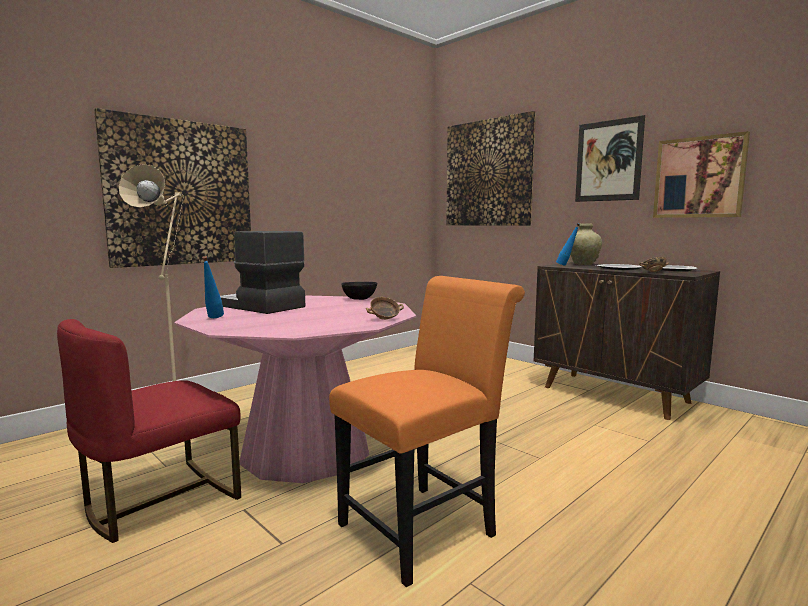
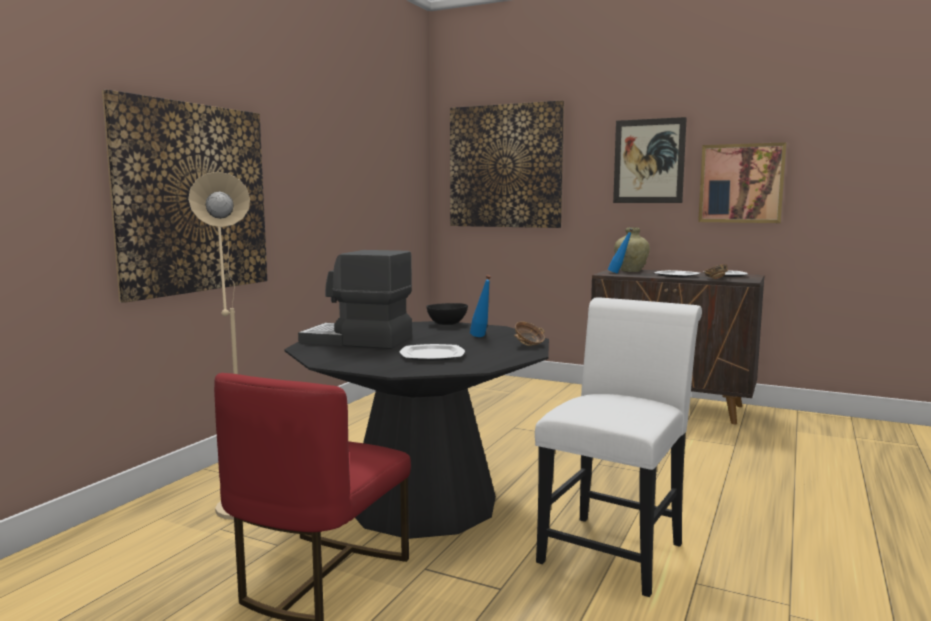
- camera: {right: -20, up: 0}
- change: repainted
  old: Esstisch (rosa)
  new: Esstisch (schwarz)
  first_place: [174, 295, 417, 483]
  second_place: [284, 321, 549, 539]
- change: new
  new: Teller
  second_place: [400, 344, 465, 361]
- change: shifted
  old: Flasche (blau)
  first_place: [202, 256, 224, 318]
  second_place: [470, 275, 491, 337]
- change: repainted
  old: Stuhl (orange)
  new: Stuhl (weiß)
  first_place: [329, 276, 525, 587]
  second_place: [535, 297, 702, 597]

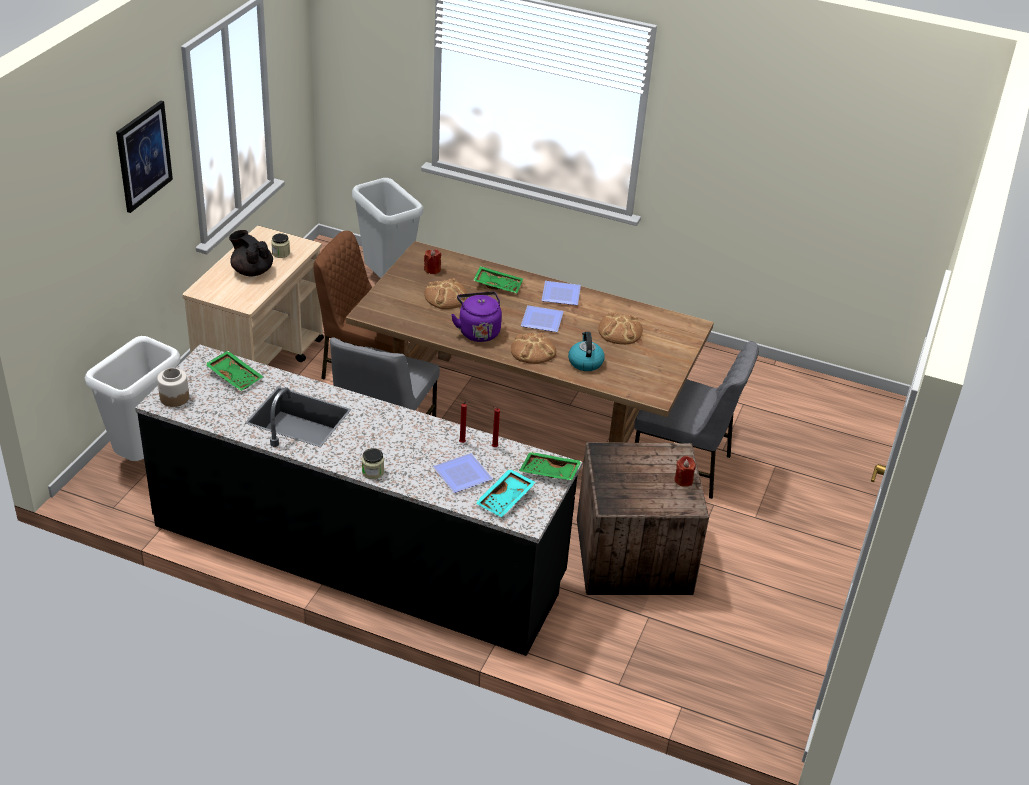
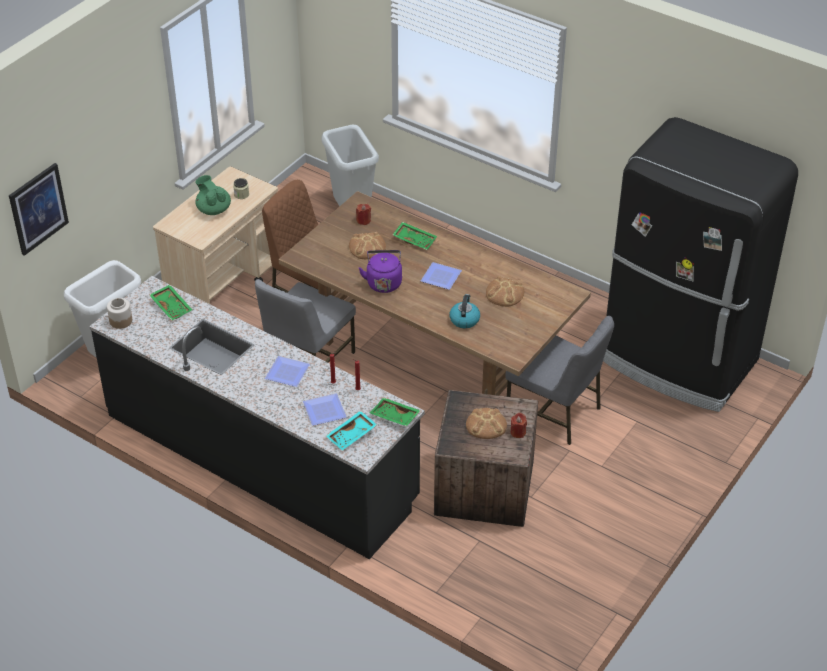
- camera: {right: 15, up: 5}
- change: shifted
  old: Bild
  first_place: [116, 101, 173, 213]
  second_place: [9, 163, 69, 256]
- change: repainted
  old: Teekanne (schwarz)
  new: Teekanne (grün)
  first_place: [229, 230, 273, 276]
  second_place: [195, 175, 231, 215]
- change: shifted
  old: Teller
  first_place: [541, 281, 581, 305]
  second_place: [265, 356, 310, 387]
- change: shifted
  old: Brot
  first_place: [511, 333, 556, 364]
  second_place: [466, 408, 507, 439]
- change: new
  new: Kühlschrank (schwarz)
  second_place: [603, 117, 798, 412]
- change: gone
  old: Vorratsglas
  first_place: [362, 448, 384, 479]

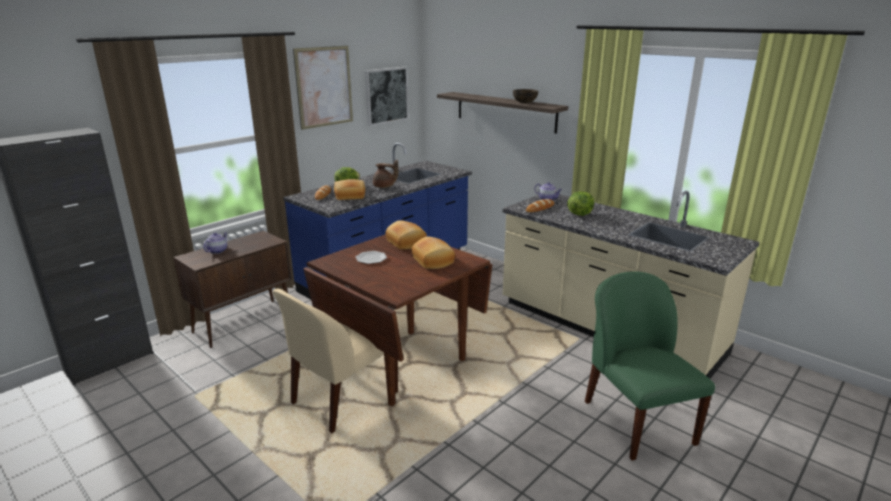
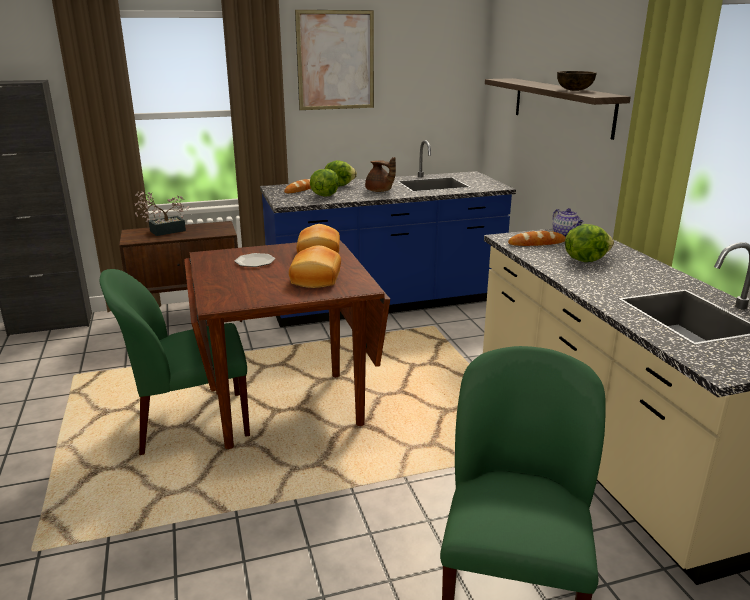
- camera: {right: 30, up: 0}
- change: repainted
  old: Stuhl (beige)
  new: Stuhl (grün)
  first_place: [273, 289, 398, 433]
  second_place: [100, 269, 250, 455]
- change: swapped
  old: Teekanne
  new: Topfpflanze
  first_place: [203, 232, 228, 254]
  second_place: [135, 191, 189, 236]
- change: swapped
  old: Brot
  new: Salatkopf
  first_place: [334, 179, 365, 200]
  second_place: [310, 169, 339, 197]
- change: gone
  old: Bild
  first_place: [365, 67, 409, 126]

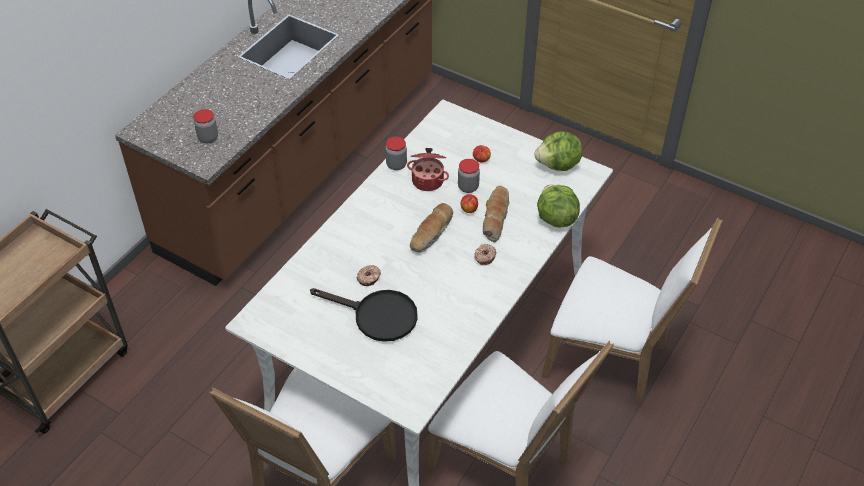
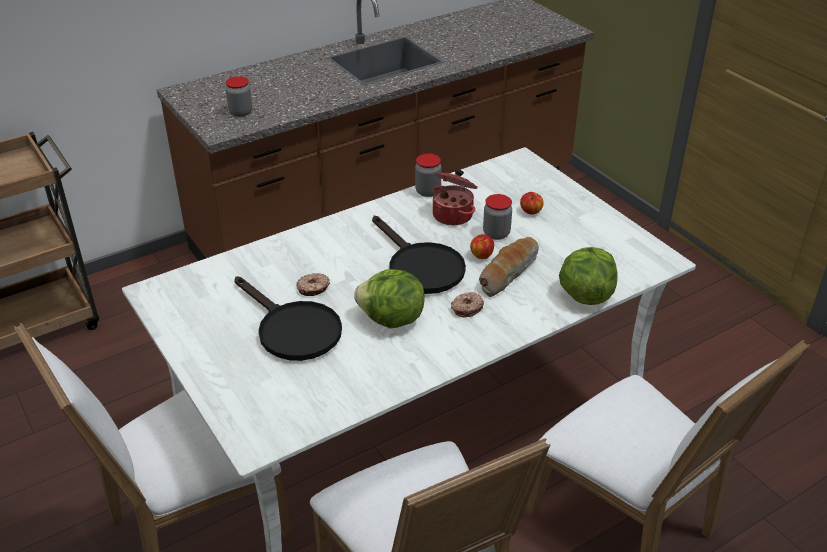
- camera: {right: 25, up: -10}
- change: shifted
  old: Salatkopf
  first_place: [535, 131, 582, 171]
  second_place: [354, 269, 425, 328]
- change: swapped
  old: Brot
  new: Pfanne (schwarz)
  first_place: [410, 203, 453, 253]
  second_place: [372, 216, 466, 294]

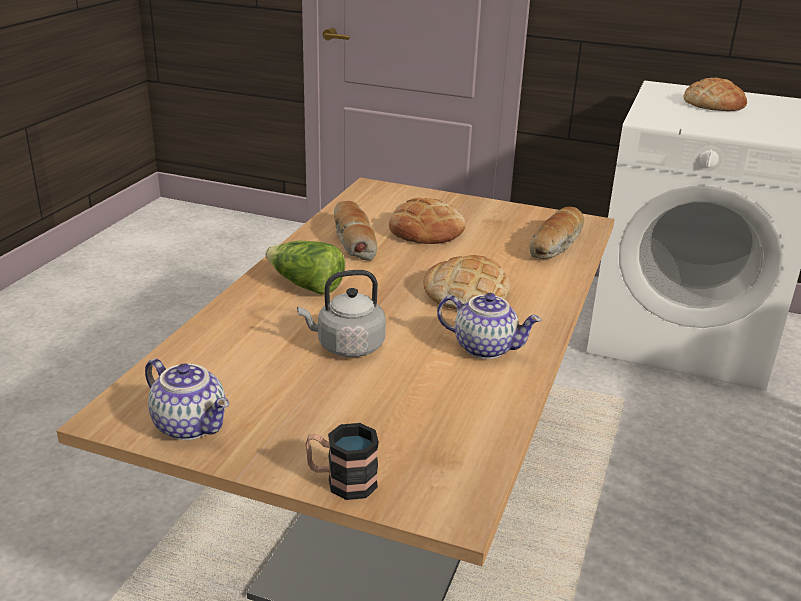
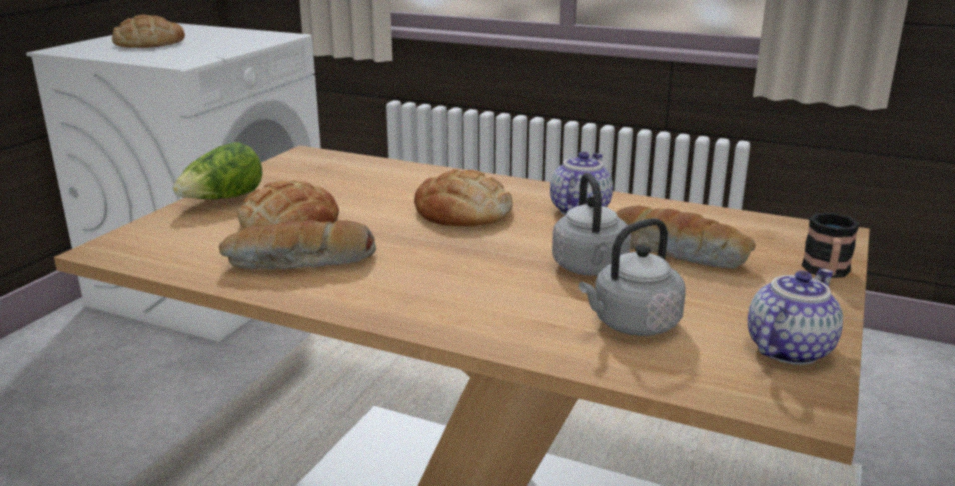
- camera: {right: -85, up: -5}
- change: shifted
  old: Salatkopf
  first_place: [265, 241, 345, 295]
  second_place: [173, 142, 263, 199]
- change: new
  new: Wasserkessel (grau)
  second_place: [579, 218, 685, 336]
- change: shifted
  old: Brot
  first_place: [530, 207, 584, 259]
  second_place: [616, 205, 756, 269]

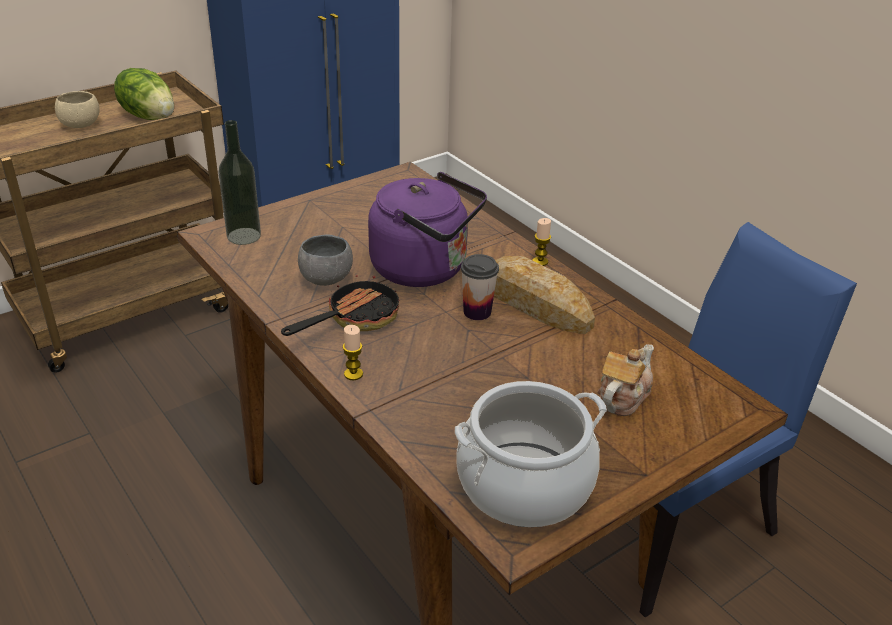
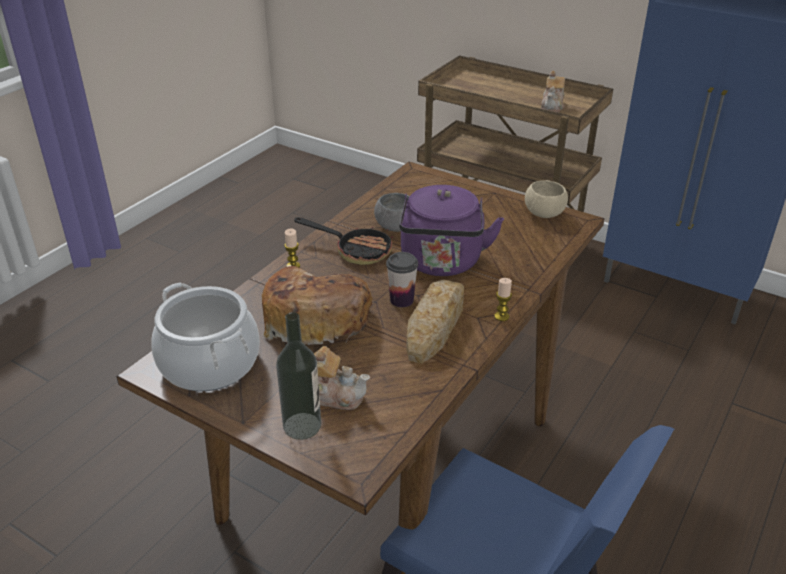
- camera: {right: 70, up: 0}
- change: new
  new: Brot
  second_place: [262, 266, 373, 345]
- change: shifted
  old: Flasche
  first_place: [219, 120, 261, 245]
  second_place: [276, 312, 321, 440]
- change: shifted
  old: Schüssel (beige)
  first_place: [55, 91, 100, 128]
  second_place: [525, 180, 568, 218]
- change: swapped
  old: Salatkopf
  new: Teekanne
  first_place: [114, 68, 174, 120]
  second_place: [541, 71, 565, 113]

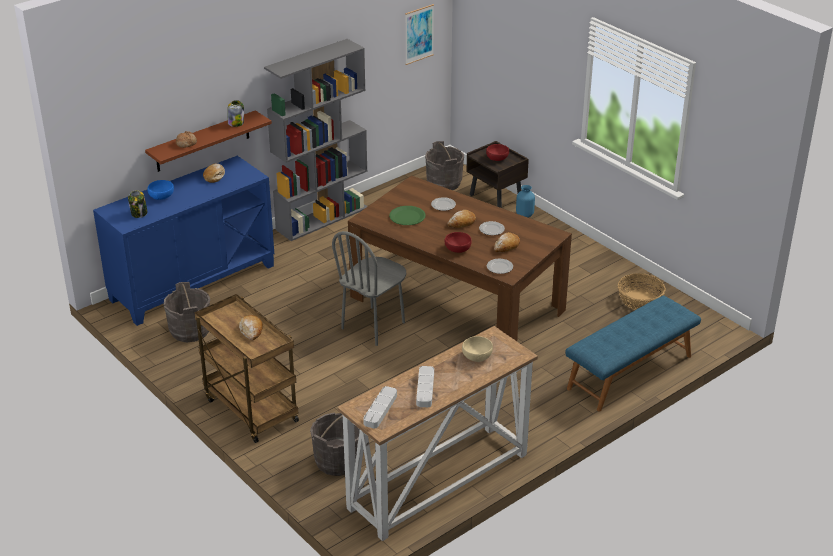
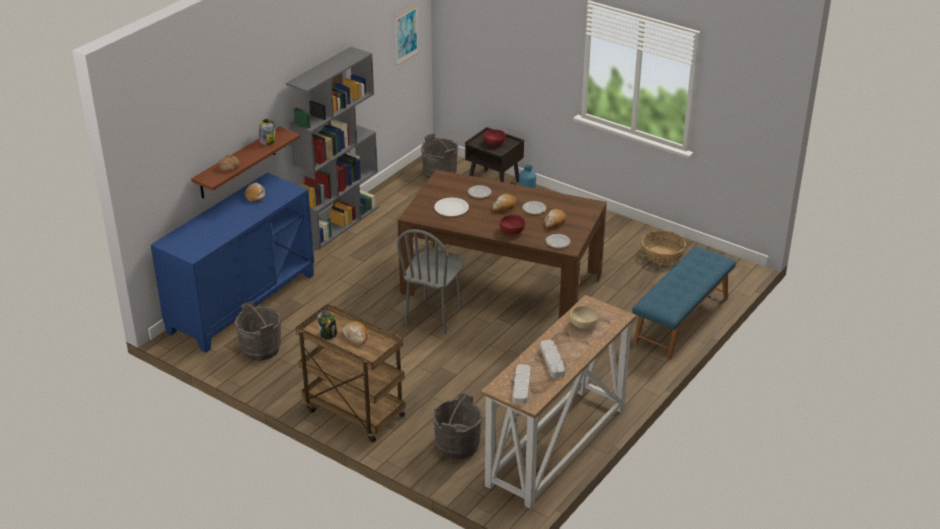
- camera: {right: -15, up: 0}
- change: shifted
  old: Vorratsglas
  first_place: [128, 190, 148, 218]
  second_place: [318, 311, 337, 340]
- change: repainted
  old: Teller (grün)
  new: Teller (weiß)
  first_place: [389, 206, 426, 225]
  second_place: [434, 197, 469, 216]
- change: gone
  old: Schüssel (blau)
  first_place: [148, 180, 174, 200]

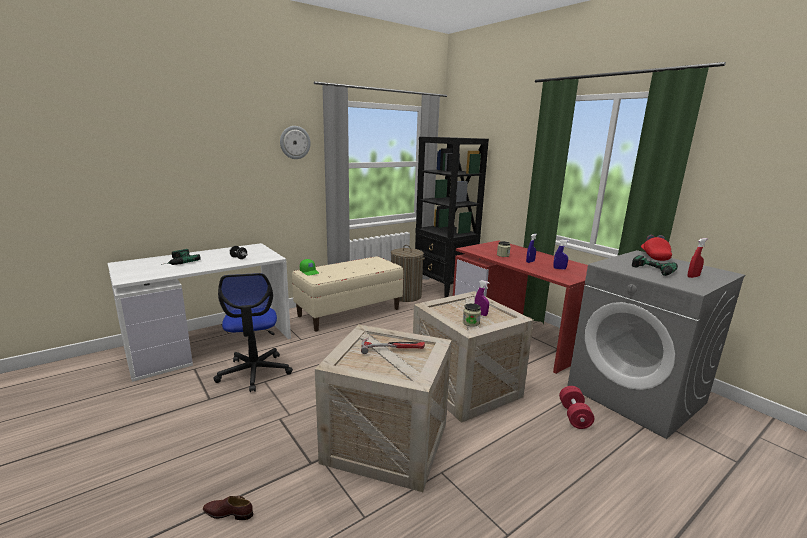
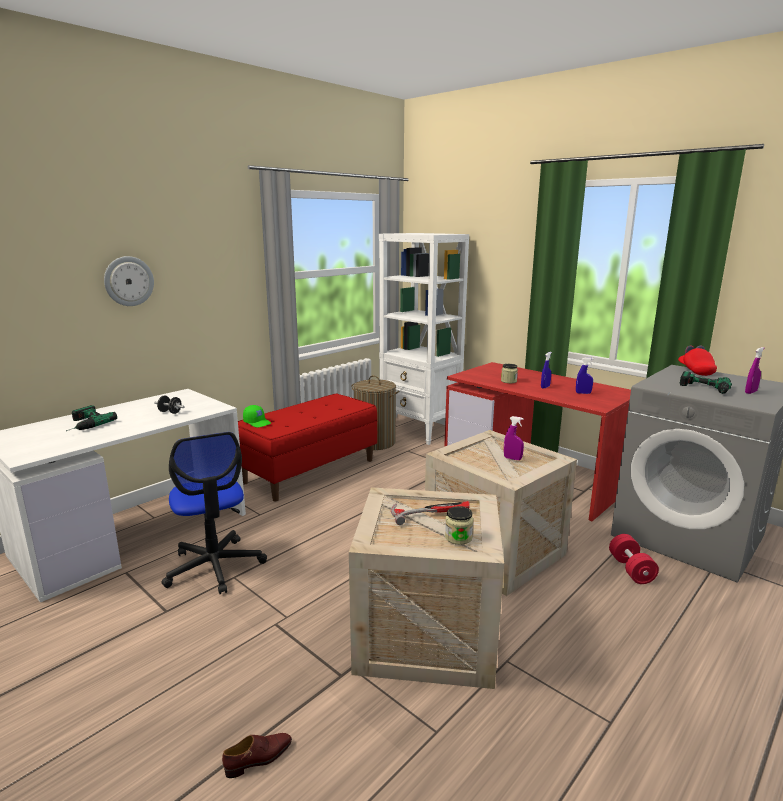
- camera: {right: -10, up: 0}
- change: shifted
  old: Wanduhr
  first_place: [280, 126, 311, 159]
  second_place: [104, 256, 154, 306]
- change: rotated
  old: Schuh (braun)
  first_place: [203, 496, 253, 520]
  second_place: [222, 733, 292, 778]
  degrees: 150
- change: repainted
  old: Bank (beige)
  new: Bank (rot)
  first_place: [292, 256, 403, 331]
  second_place: [238, 393, 377, 502]
- change: repainted
  old: Bücherregal (schwarz)
  new: Bücherregal (weiß)
  first_place: [415, 137, 489, 298]
  second_place: [379, 233, 469, 445]
- change: shifted
  old: Vorratsglas
  first_place: [463, 303, 481, 327]
  second_place: [445, 506, 473, 545]
- change: repainted
  old: Sprühflasche (rot)
  new: Sprühflasche (lila)
  first_place: [687, 238, 707, 278]
  second_place: [745, 347, 764, 394]

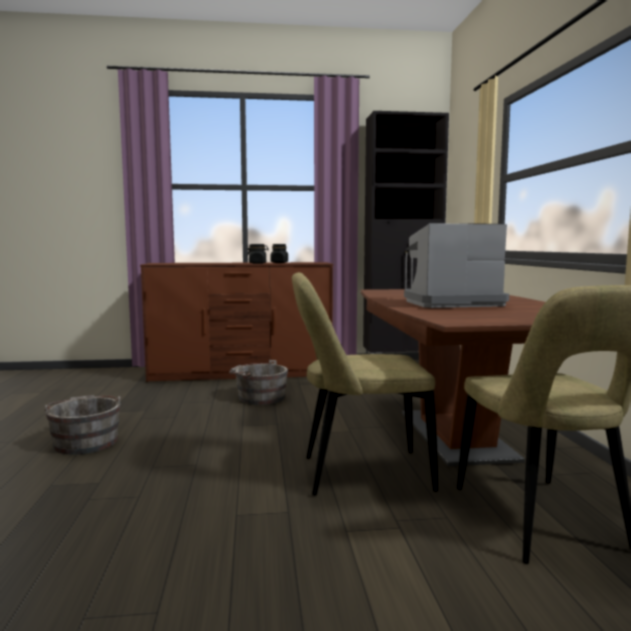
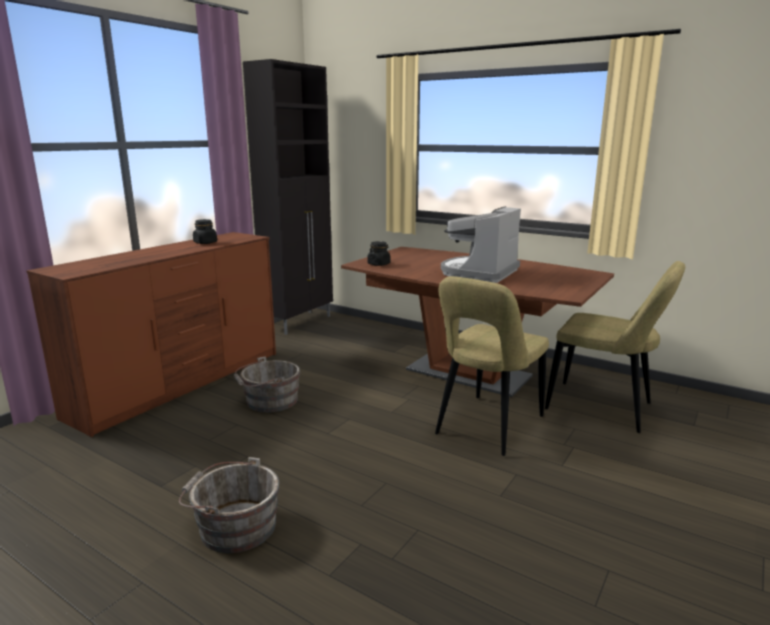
- camera: {right: -50, up: 10}
- change: shifted
  old: Vorratsglas (schwarz)
  first_place: [247, 244, 269, 264]
  second_place: [367, 241, 391, 266]

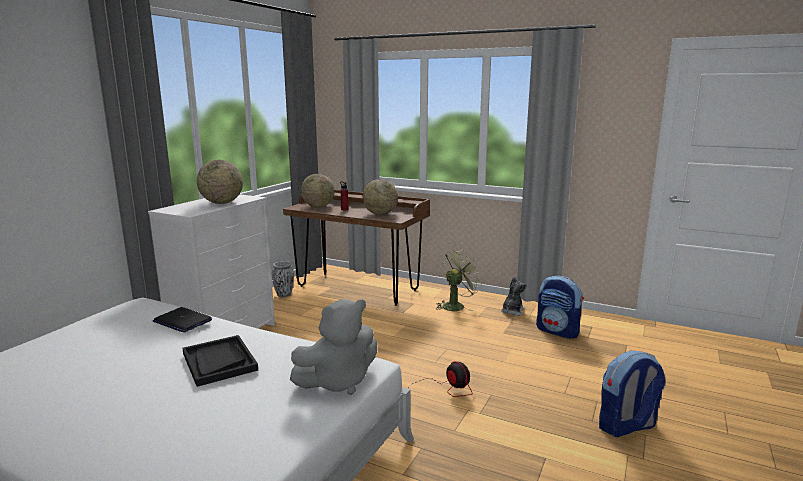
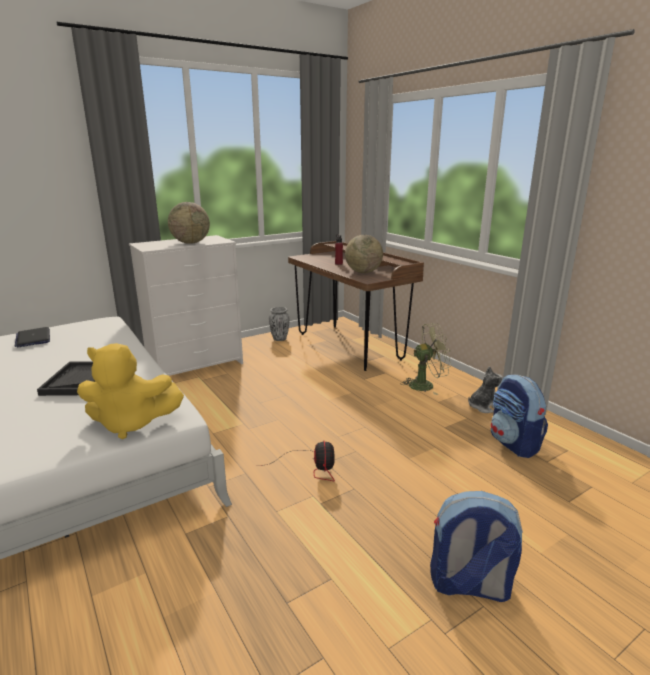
- camera: {right: 30, up: 5}
- change: shifted
  old: Laptop
  first_place: [153, 307, 212, 333]
  second_place: [15, 327, 50, 348]
- change: repainted
  old: Plüschtier (grau)
  new: Plüschtier (gelb)
  first_place: [290, 299, 377, 395]
  second_place: [77, 343, 184, 439]
- change: gone
  old: Globus
  first_place: [301, 174, 335, 207]

